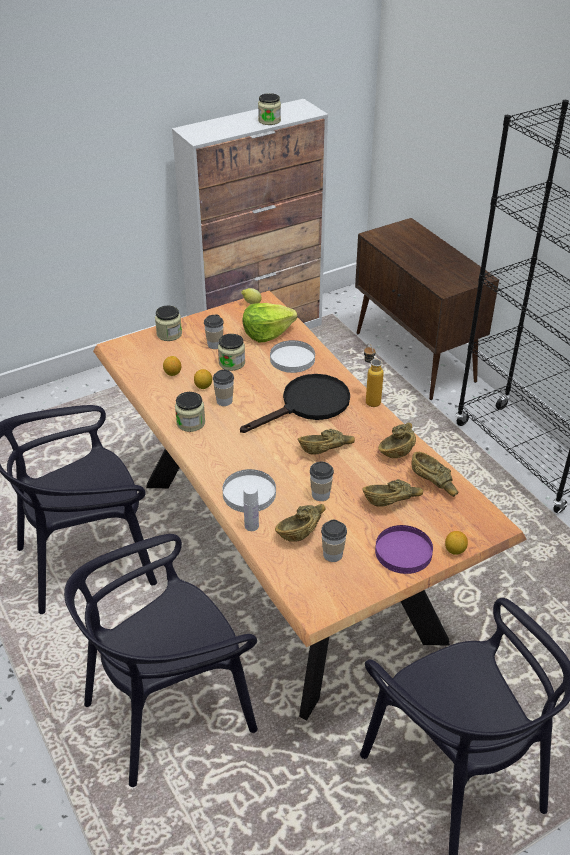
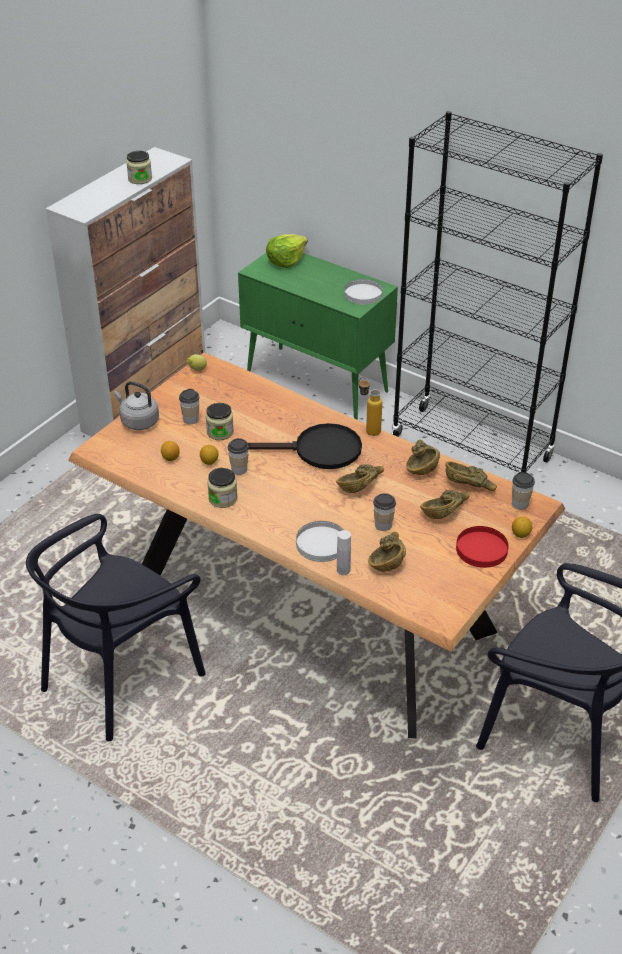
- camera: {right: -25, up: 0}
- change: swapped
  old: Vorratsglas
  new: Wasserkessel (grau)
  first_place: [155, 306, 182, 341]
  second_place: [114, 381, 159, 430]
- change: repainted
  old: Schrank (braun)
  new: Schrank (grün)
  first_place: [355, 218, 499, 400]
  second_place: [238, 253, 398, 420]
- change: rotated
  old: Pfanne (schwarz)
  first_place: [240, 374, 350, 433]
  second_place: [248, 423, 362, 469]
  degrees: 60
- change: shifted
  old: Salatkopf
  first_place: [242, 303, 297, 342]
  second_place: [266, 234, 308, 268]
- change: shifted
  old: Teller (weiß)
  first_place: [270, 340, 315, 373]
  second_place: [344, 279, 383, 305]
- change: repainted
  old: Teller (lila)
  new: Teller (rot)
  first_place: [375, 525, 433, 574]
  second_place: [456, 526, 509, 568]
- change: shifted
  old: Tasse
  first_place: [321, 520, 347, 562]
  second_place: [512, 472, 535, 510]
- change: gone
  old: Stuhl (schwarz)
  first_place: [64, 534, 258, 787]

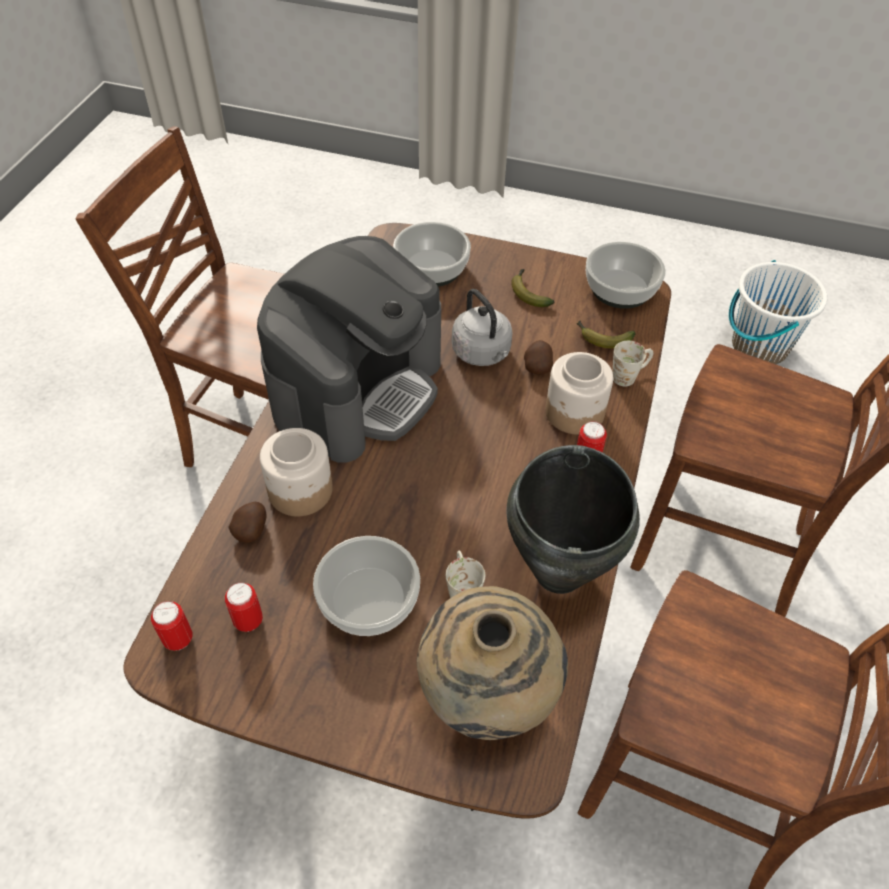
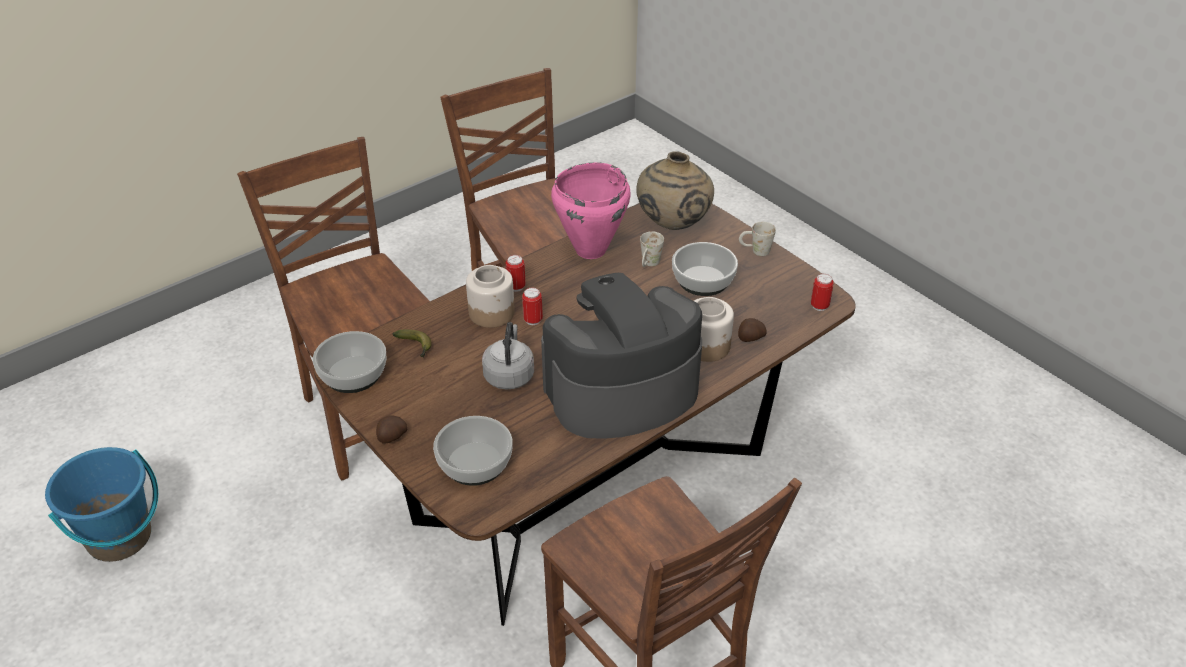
- camera: {right: -145, up: -10}
- change: repainted
  old: Eimer (weiß)
  new: Eimer (blau)
  first_place: [729, 260, 828, 364]
  second_place: [45, 447, 158, 562]
- change: shifted
  old: Kartoffel
  first_place: [524, 340, 553, 375]
  second_place: [376, 415, 407, 443]
- change: shifted
  old: Dose
  first_place: [225, 583, 263, 632]
  second_place: [522, 287, 543, 325]
- change: repainted
  old: Kochtopf (schwarz)
  new: Kochtopf (rosa)
  first_place: [506, 445, 640, 594]
  second_place: [551, 162, 631, 259]
- change: shifted
  old: Henkelbecher (weiß)
  first_place: [612, 341, 653, 386]
  second_place: [739, 222, 776, 256]
- change: gone
  old: Banane
  first_place: [511, 269, 554, 307]

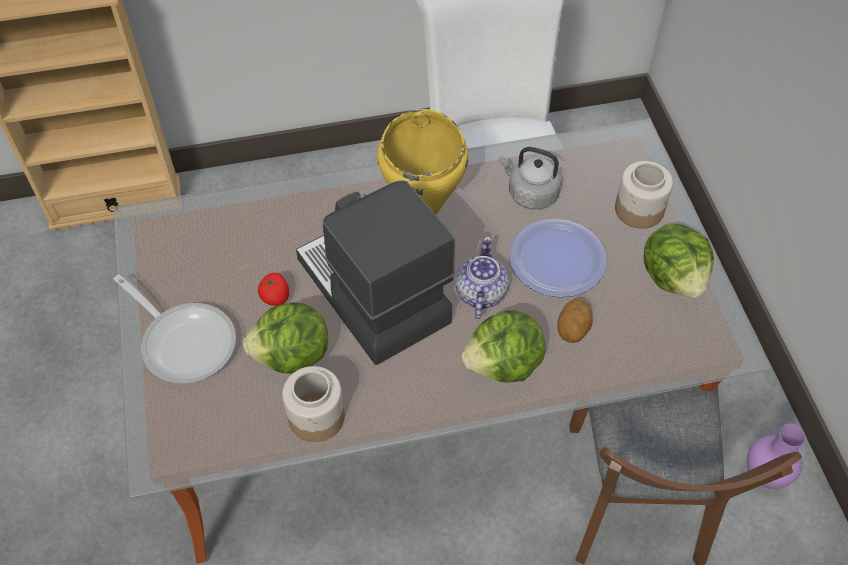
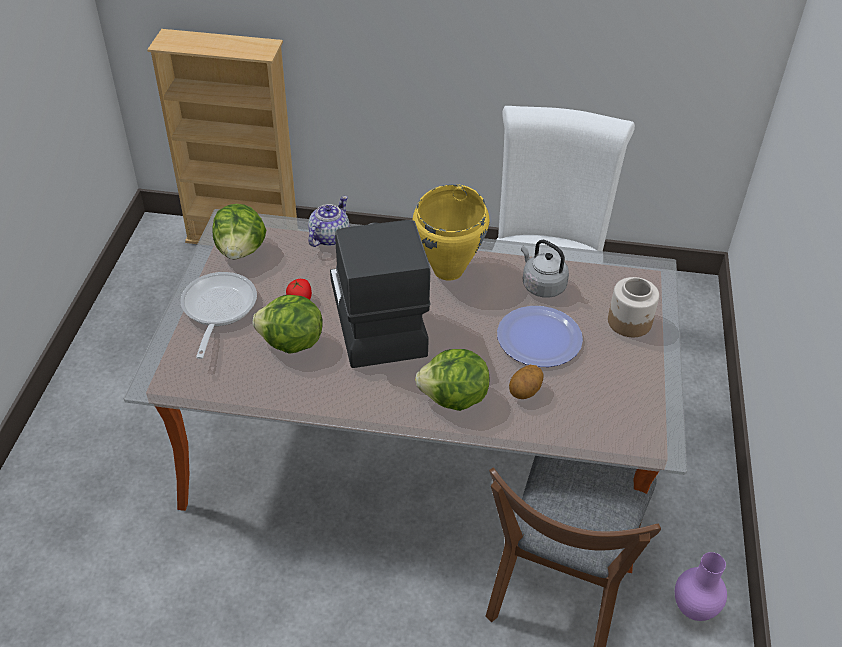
- camera: {right: 20, up: -10}
- change: rotated
  old: Pfanne
  first_place: [114, 274, 236, 383]
  second_place: [180, 272, 257, 359]
  degrees: -150
- change: shifted
  old: Salatkopf
  first_place: [644, 224, 714, 298]
  second_place: [212, 204, 266, 259]
- change: shifted
  old: Teekanne
  first_place: [456, 236, 509, 319]
  second_place: [308, 196, 350, 247]
- change: gone
  old: Vorratsglas
  first_place: [282, 366, 345, 442]

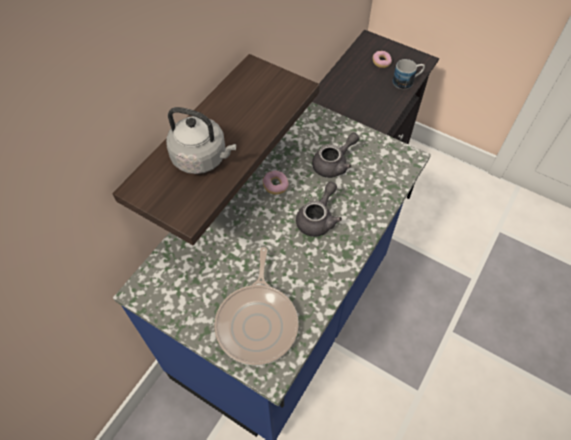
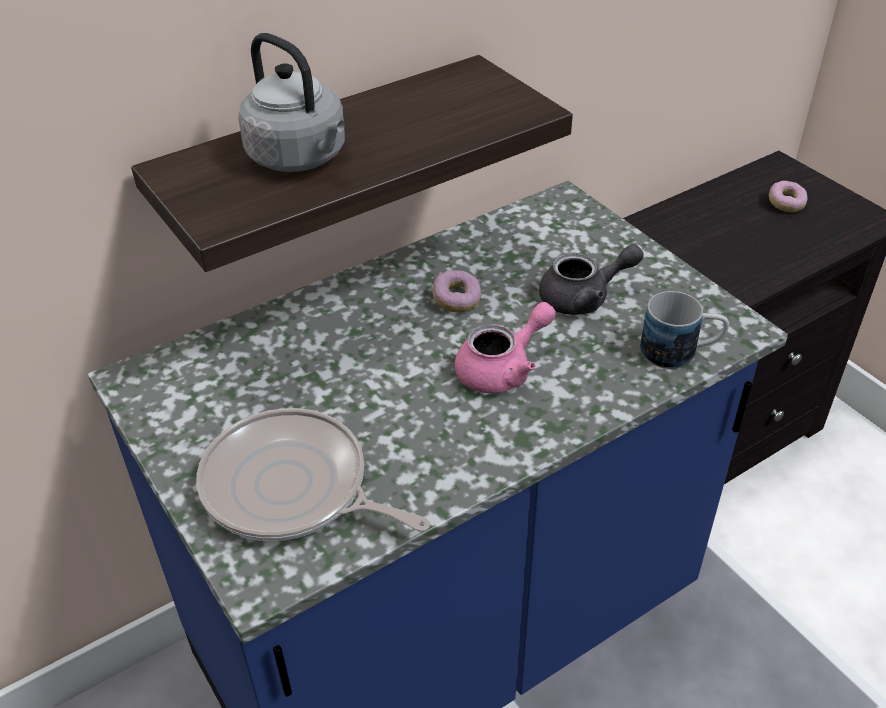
- camera: {right: 25, up: -15}
- change: rotated
  old: Pfanne
  first_place: [214, 247, 299, 366]
  second_place: [196, 408, 430, 541]
  degrees: 90
- change: repainted
  old: Teekanne (grau)
  new: Teekanne (rosa)
  first_place: [296, 182, 342, 237]
  second_place: [455, 302, 556, 393]
- change: shifted
  old: Henkelbecher
  first_place: [393, 59, 425, 89]
  second_place: [640, 291, 729, 369]

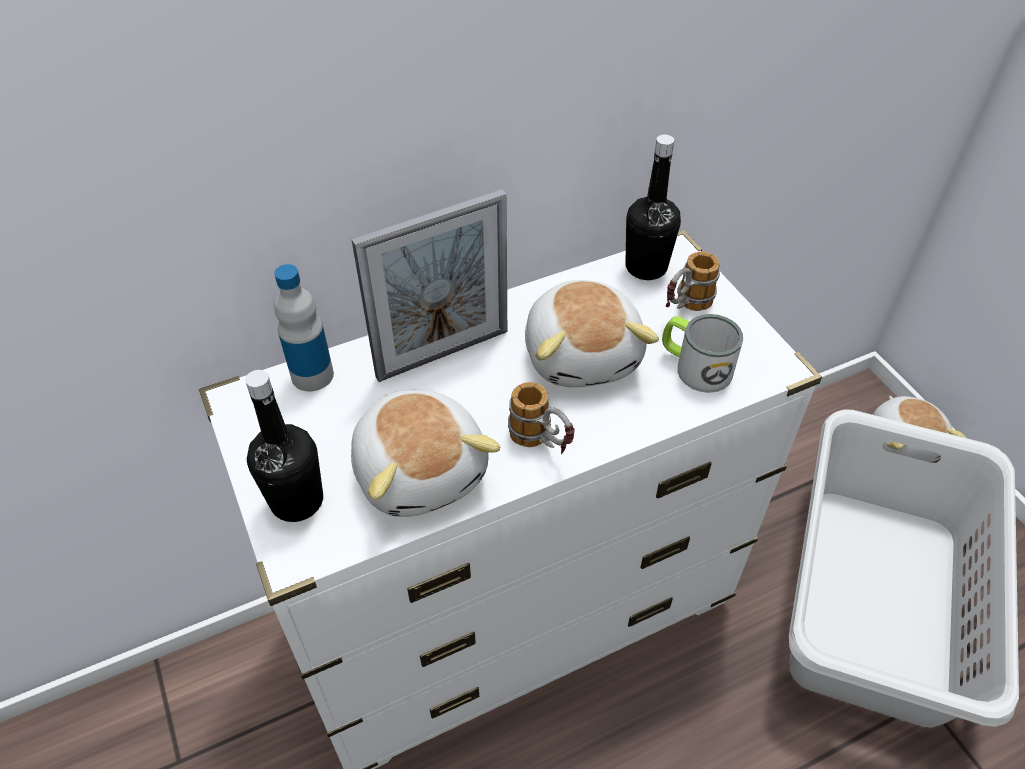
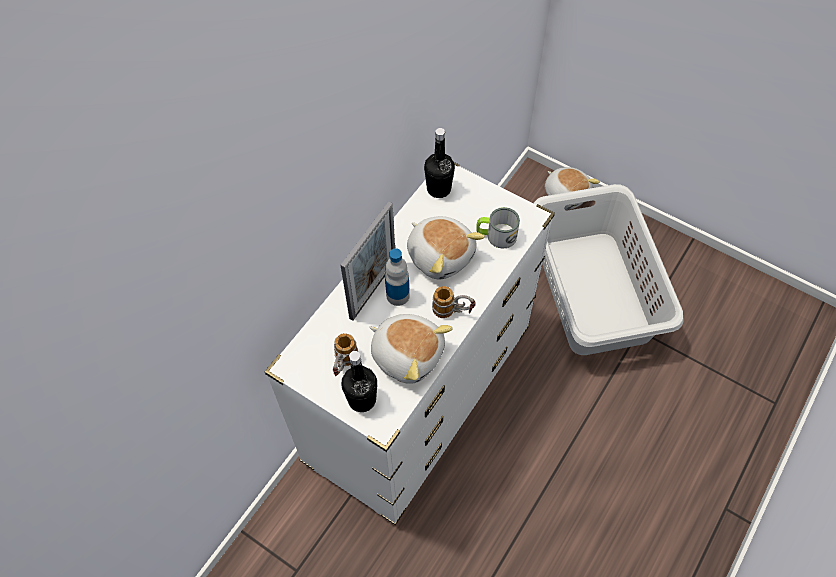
- camera: {right: -30, up: 10}
- change: shifted
  old: Henkelbecher
  first_place: [666, 252, 720, 311]
  second_place: [333, 333, 358, 376]
- change: shifted
  old: Flasche
  first_place: [274, 264, 334, 392]
  second_place: [385, 248, 410, 306]

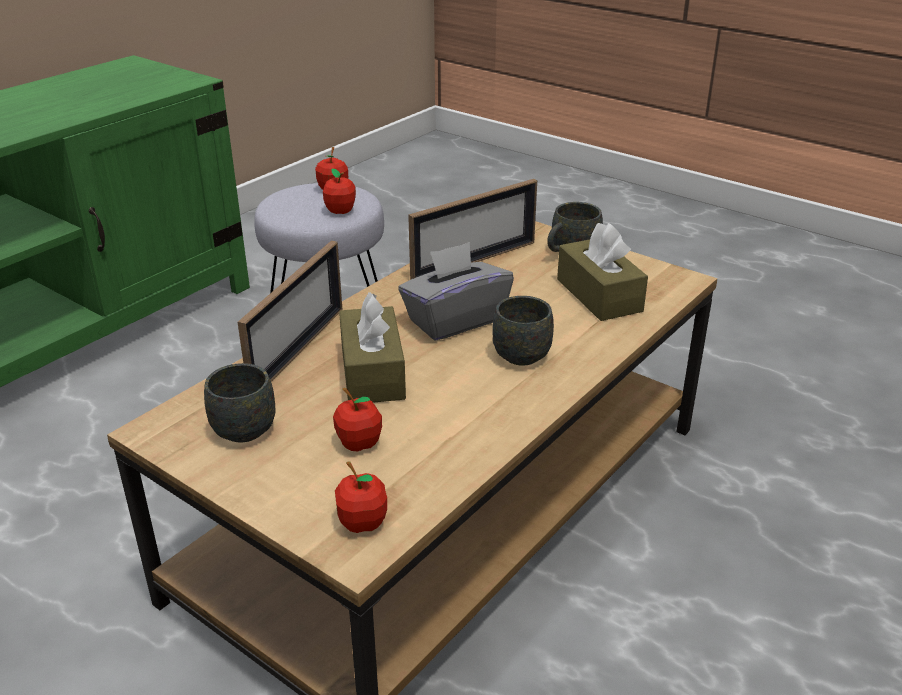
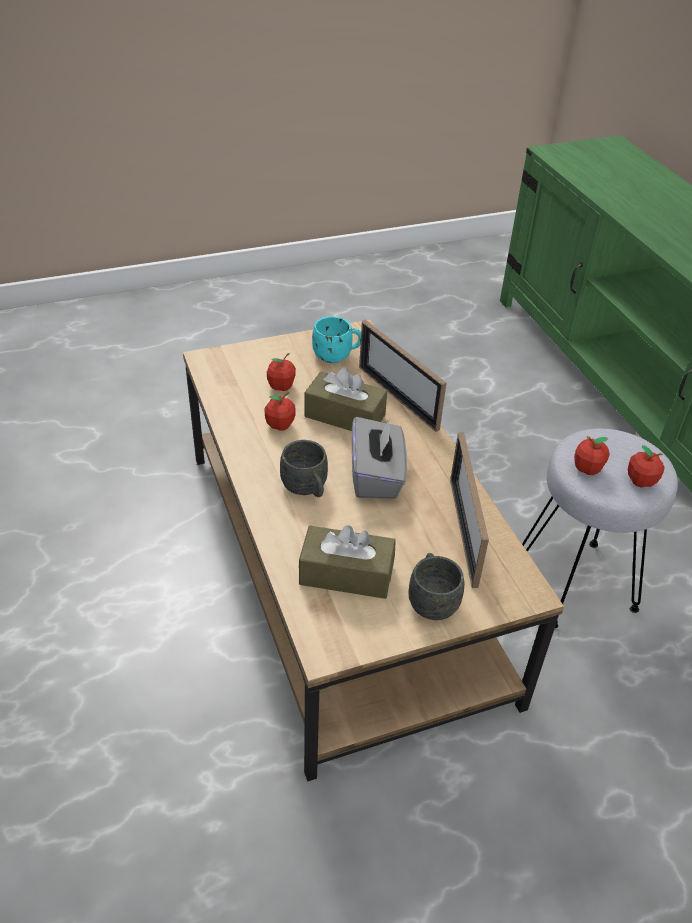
- camera: {right: 120, up: 10}
- change: shifted
  old: Apfel
  first_place: [335, 461, 387, 533]
  second_place: [264, 392, 296, 431]
- change: repainted
  old: Henkelbecher (grau)
  new: Henkelbecher (türkis)
  first_place: [204, 363, 276, 442]
  second_place: [312, 316, 361, 363]

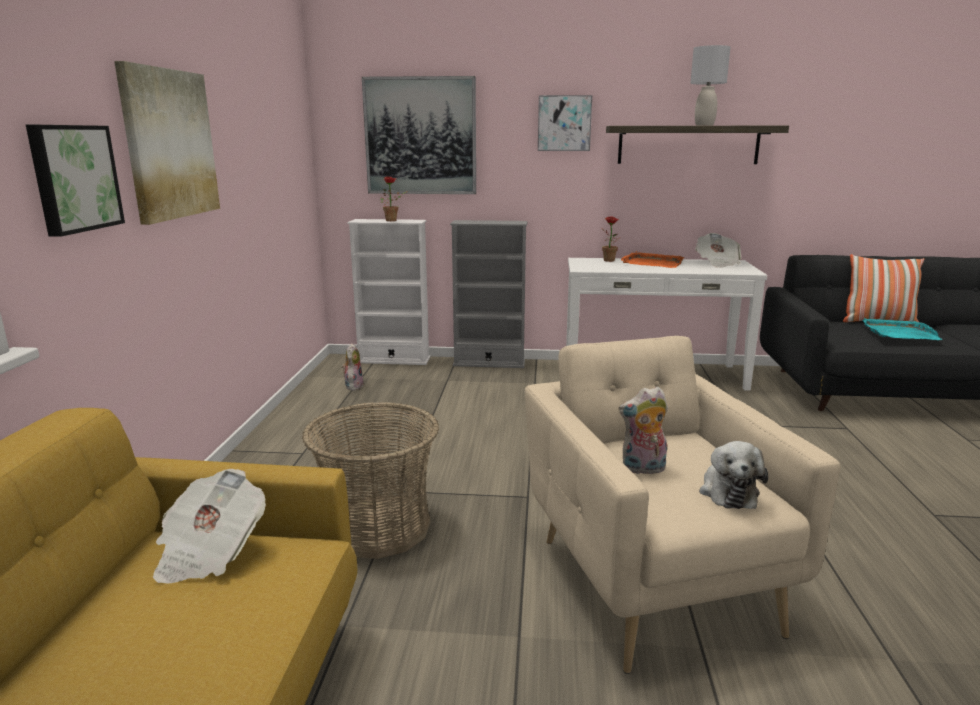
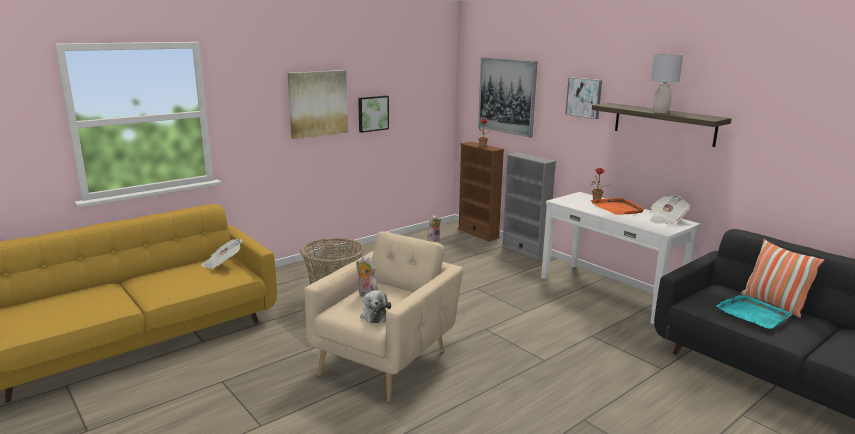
- camera: {right: 45, up: 0}
- change: shifted
  old: Bild
  first_place: [26, 125, 125, 237]
  second_place: [358, 95, 389, 133]
- change: rotated
  old: Plüschtier
  first_place: [699, 441, 768, 509]
  second_place: [360, 290, 391, 324]
  degrees: -60
- change: repainted
  old: Bücherregal (weiß)
  new: Bücherregal (braun)
  first_place: [347, 219, 430, 365]
  second_place: [457, 142, 504, 241]

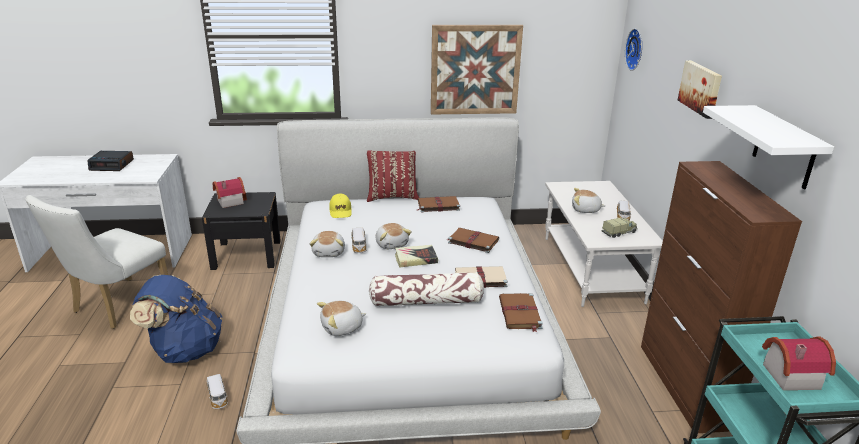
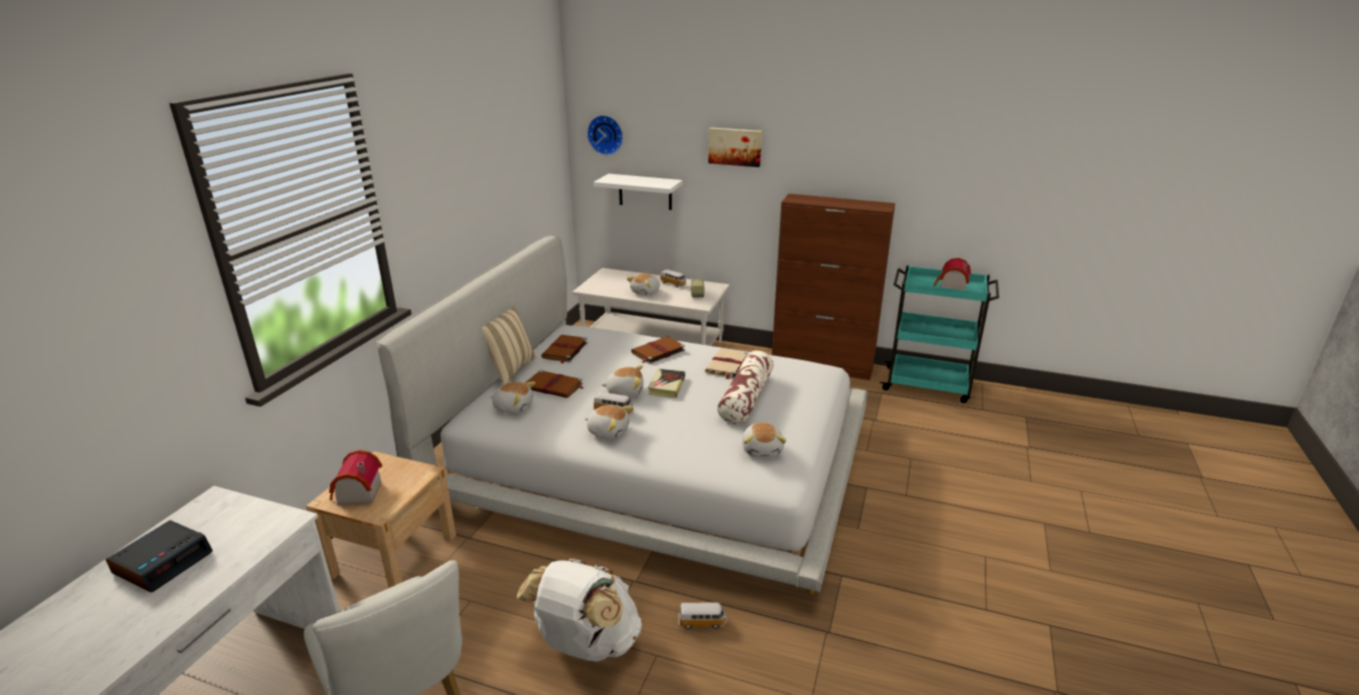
- camera: {right: -65, up: 0}
- change: repainted
  old: Nachttisch (schwarz)
  new: Nachttisch (beige)
  first_place: [202, 192, 281, 270]
  second_place: [306, 451, 456, 588]
- change: repainted
  old: Kissen (rot)
  new: Kissen (beige)
  first_place: [367, 150, 419, 202]
  second_place: [482, 306, 536, 385]
- change: swapped
  old: Kappe (gelb)
  new: Plüschtier
  first_place: [329, 194, 352, 218]
  second_place: [490, 382, 535, 414]
- change: repainted
  old: Rucksack (blau)
  new: Rucksack (weiß)
  first_place: [130, 275, 222, 363]
  second_place: [517, 558, 642, 662]
- change: shifted
  old: Buch (braun)
  first_place: [499, 293, 543, 332]
  second_place: [525, 370, 584, 398]
- change: shifted
  old: Wandregal (weiß)
  first_place: [703, 105, 834, 189]
  second_place: [593, 174, 683, 210]
- change: gone
  old: Bild
  first_place: [431, 25, 523, 114]

